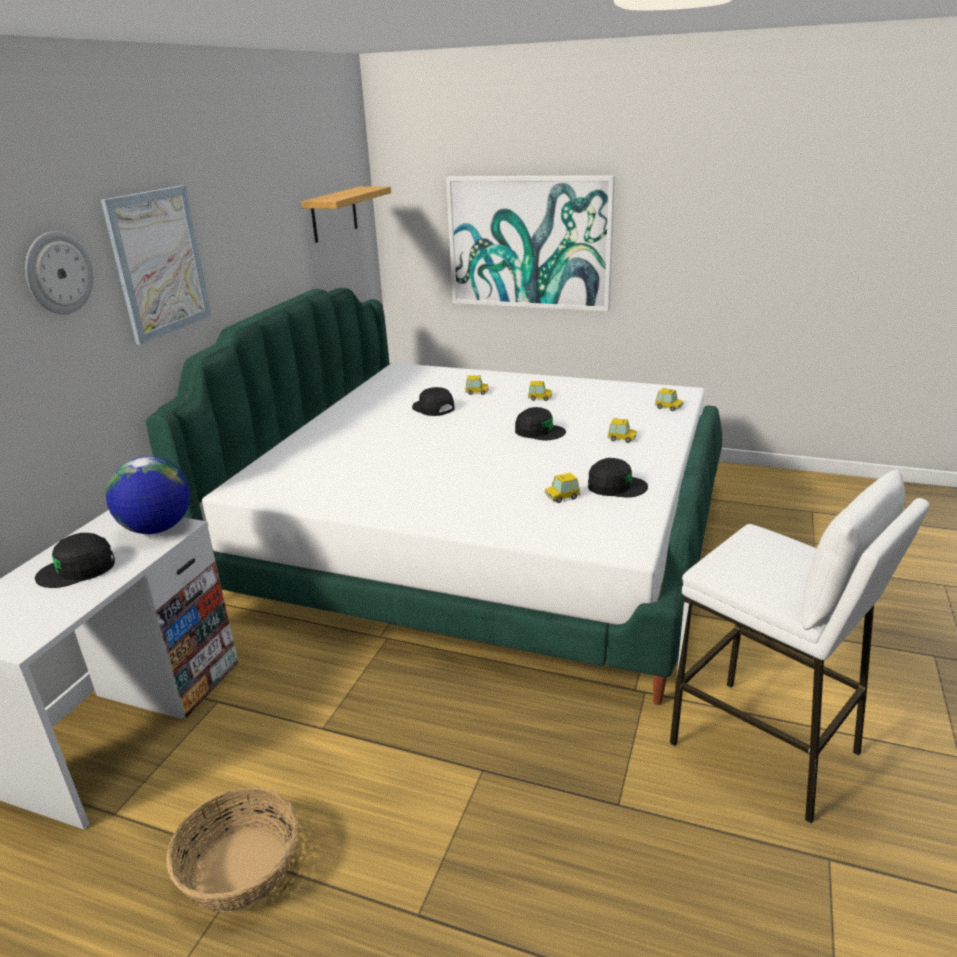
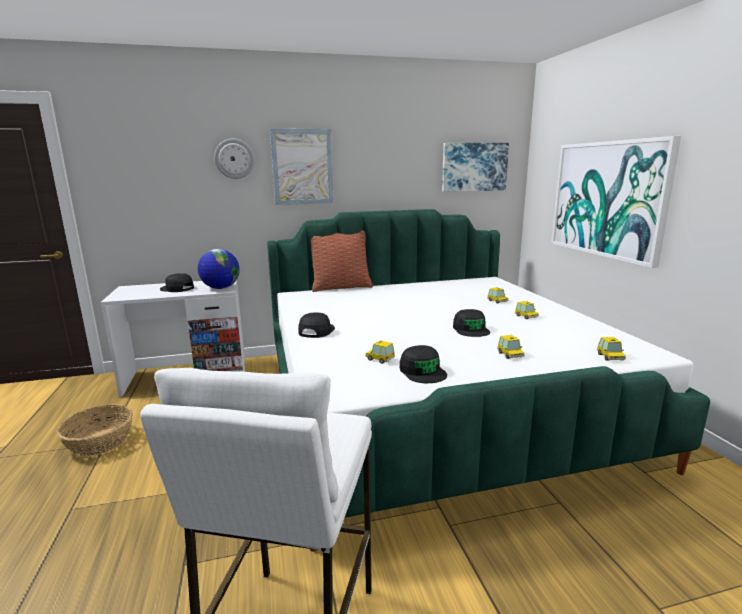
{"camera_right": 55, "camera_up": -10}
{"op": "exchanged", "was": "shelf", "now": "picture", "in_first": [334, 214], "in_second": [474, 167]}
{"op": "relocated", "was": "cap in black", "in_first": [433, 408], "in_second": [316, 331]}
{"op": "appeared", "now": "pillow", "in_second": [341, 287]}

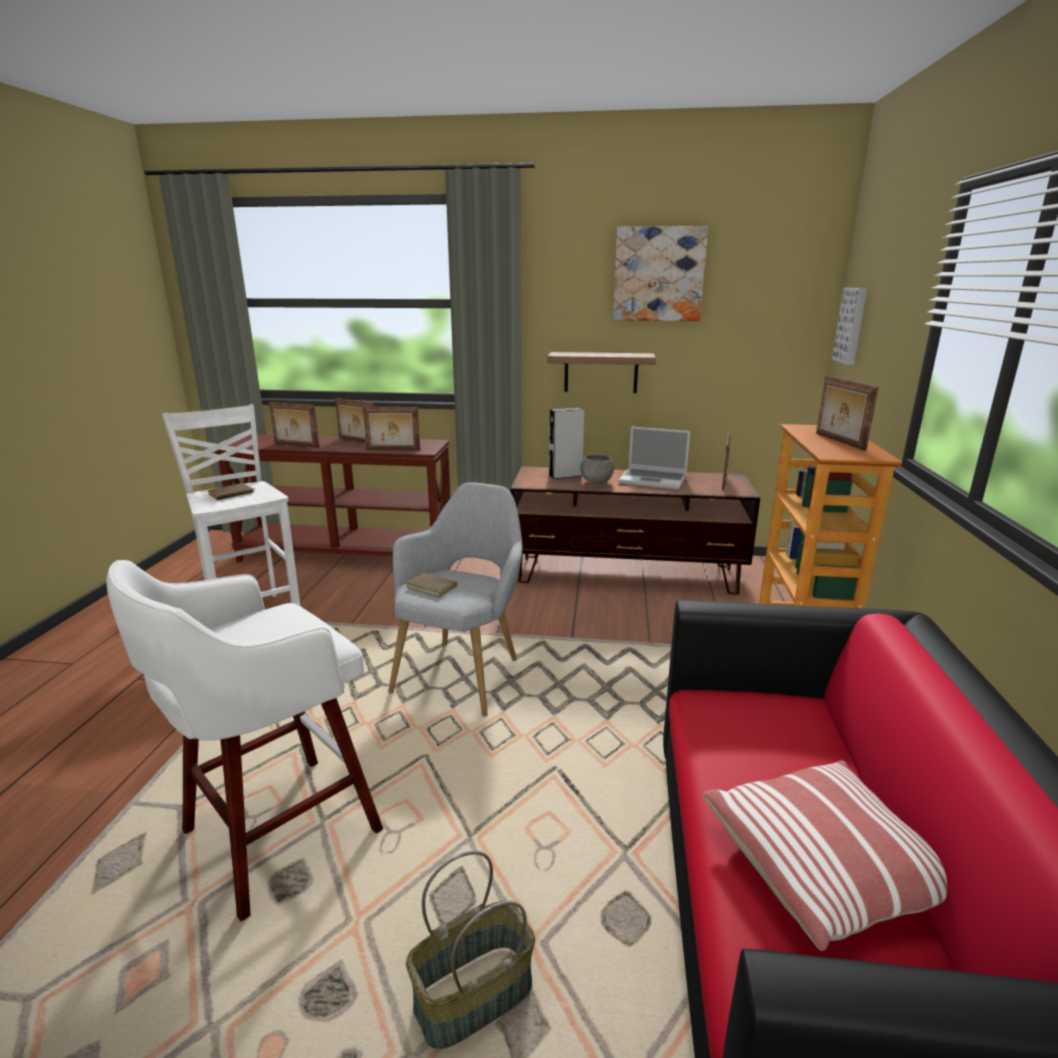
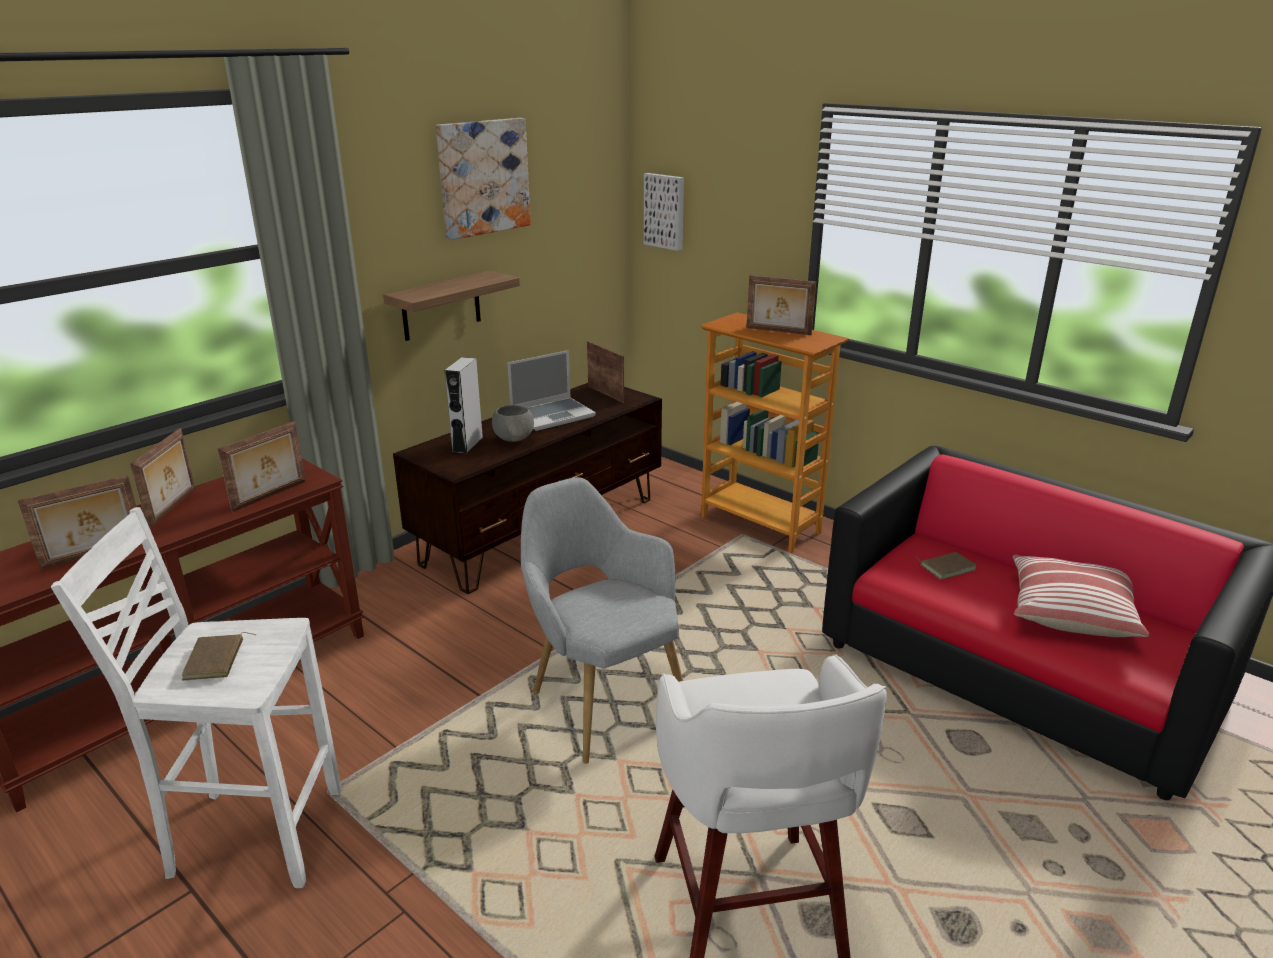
{"camera_right": -55, "camera_up": 5}
{"op": "spun", "was": "picture frame", "in_first": [357, 441], "in_second": [174, 507], "clockwise": -60}
{"op": "relocated", "was": "book in brown", "in_first": [433, 586], "in_second": [946, 567]}
{"op": "missing", "was": "basket", "in_first": [473, 999]}

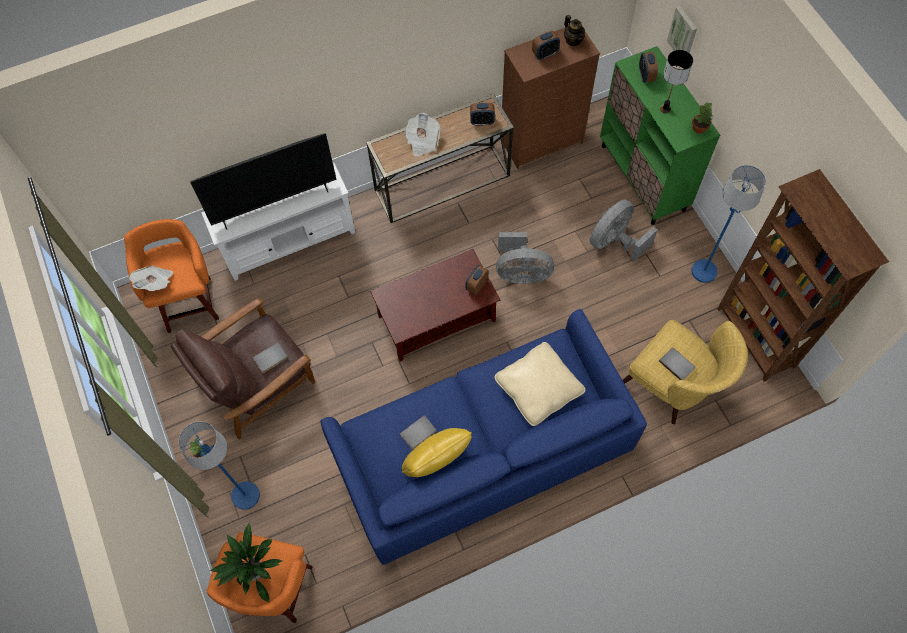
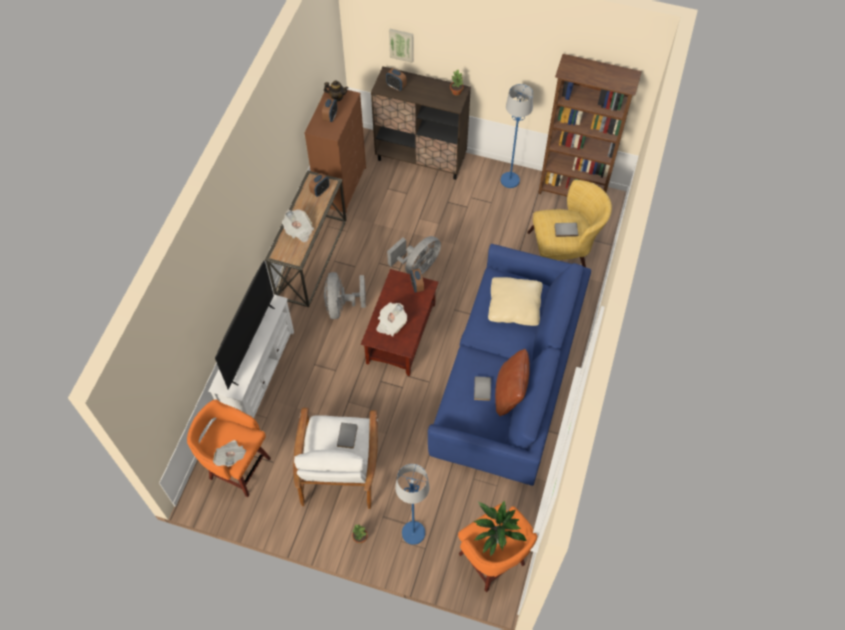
{"camera_right": -50, "camera_up": -5}
{"op": "colour", "was": "cabinet in green", "now": "cabinet in brown", "in_first": [643, 178], "in_second": [421, 159]}
{"op": "missing", "was": "table lamp", "in_first": [665, 109]}
{"op": "relocated", "was": "fan in grey", "in_first": [615, 242], "in_second": [341, 306]}
{"op": "colour", "was": "armchair in brown", "now": "armchair in white", "in_first": [256, 381], "in_second": [339, 467]}
{"op": "colour", "was": "pillow in yellow", "now": "pillow in brown", "in_first": [436, 462], "in_second": [510, 394]}
{"op": "appeared", "now": "newspaper", "in_second": [391, 323]}

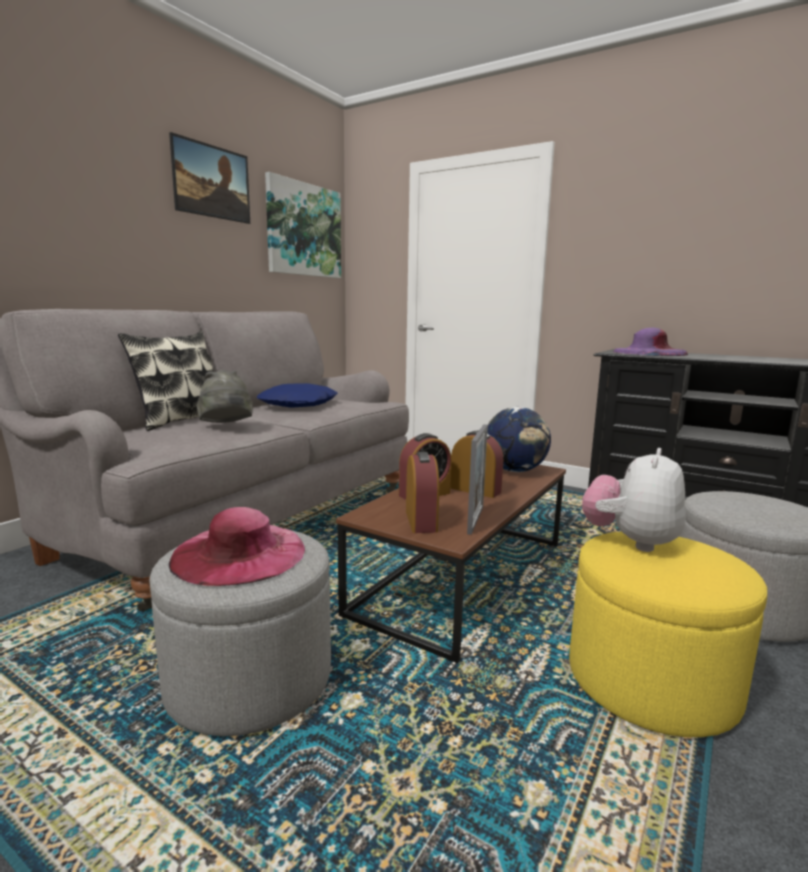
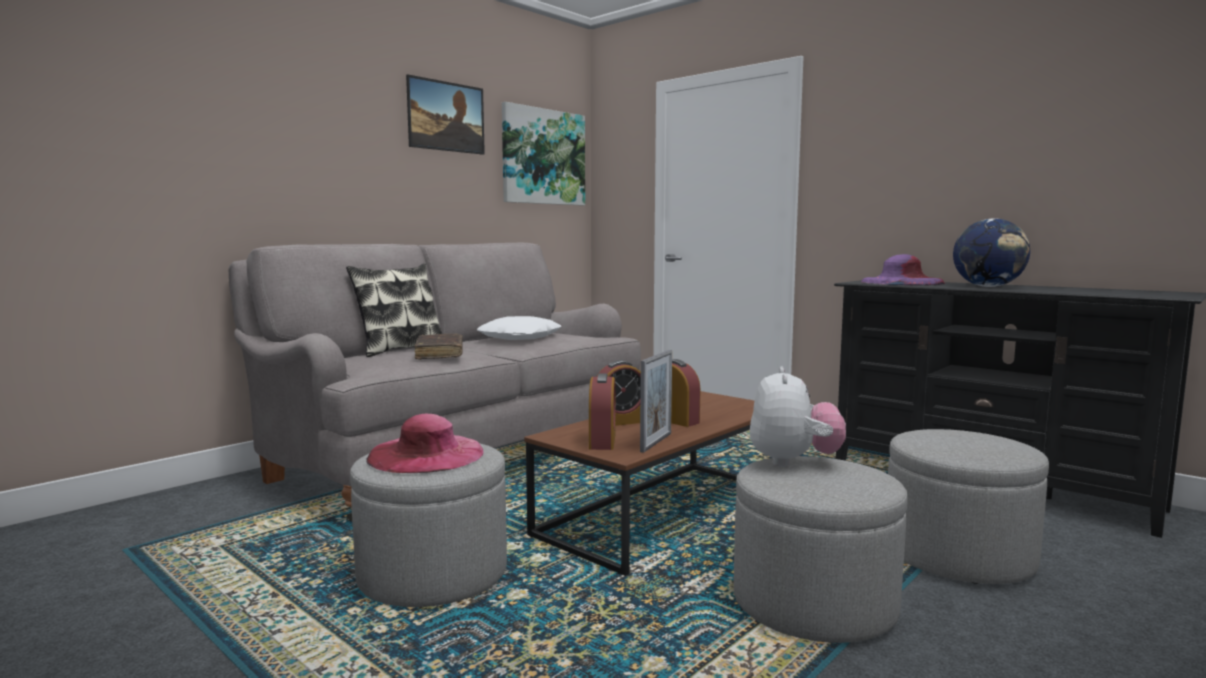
{"camera_right": 10, "camera_up": -5}
{"op": "exchanged", "was": "hat in grey", "now": "book in brown", "in_first": [226, 426], "in_second": [439, 354]}
{"op": "colour", "was": "pillow in blue", "now": "pillow in white", "in_first": [299, 404], "in_second": [520, 338]}
{"op": "relocated", "was": "globe", "in_first": [515, 470], "in_second": [988, 286]}
{"op": "spun", "was": "plush toy", "in_first": [630, 541], "in_second": [793, 462], "clockwise": 150}
{"op": "colour", "was": "ottoman in yellow", "now": "ottoman in grey", "in_first": [651, 681], "in_second": [813, 603]}

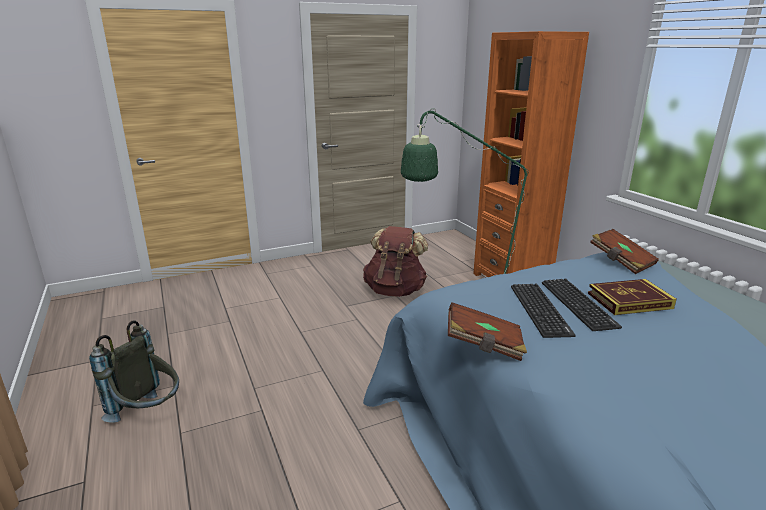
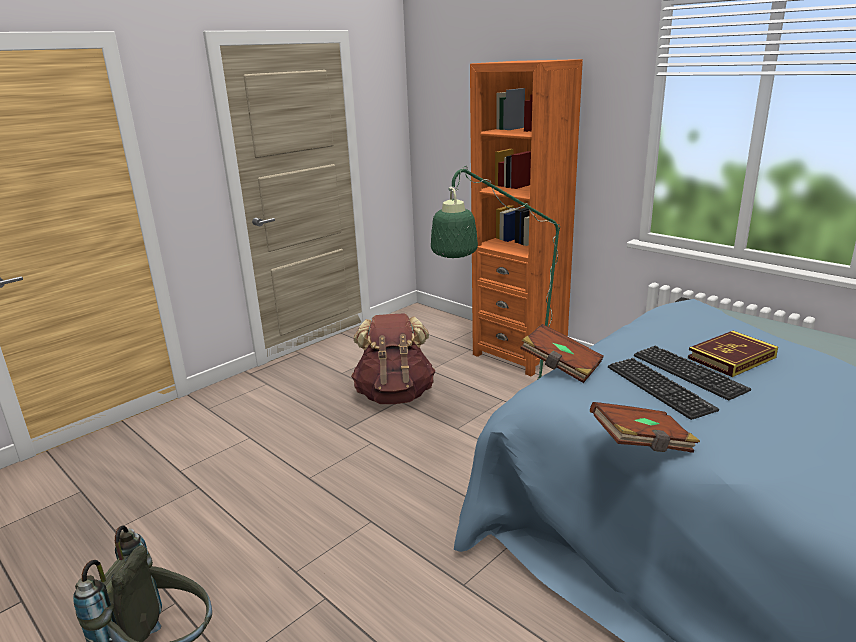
{"camera_right": -20, "camera_up": 0}
{"op": "relocated", "was": "book in brown", "in_first": [621, 261], "in_second": [560, 367]}

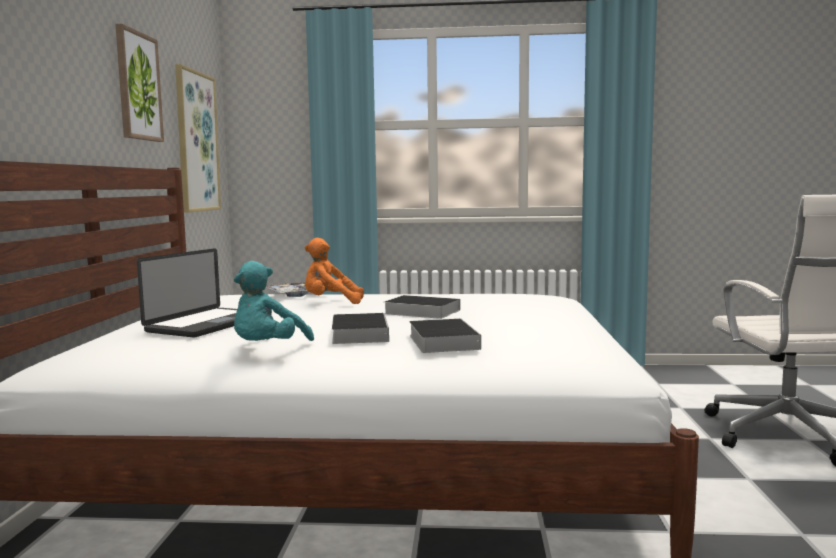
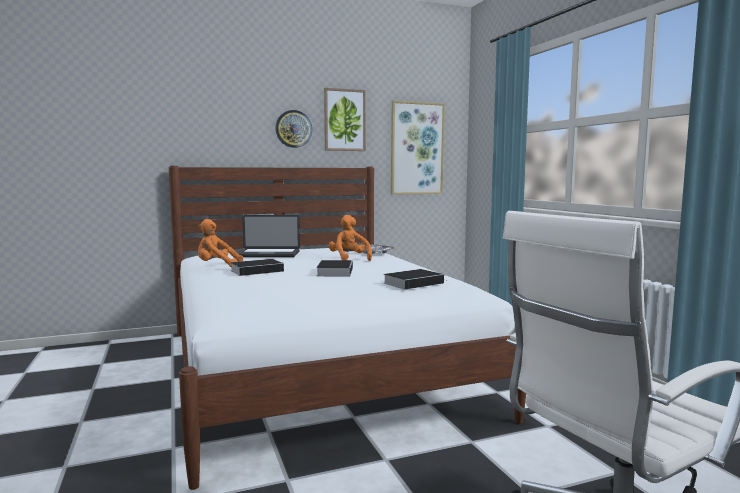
{"camera_right": 65, "camera_up": 0}
{"op": "colour", "was": "plush toy in turquoise", "now": "plush toy in orange", "in_first": [267, 349], "in_second": [217, 266]}
{"op": "relocated", "was": "book", "in_first": [442, 341], "in_second": [414, 283]}
{"op": "appeared", "now": "wall clock", "in_second": [293, 129]}

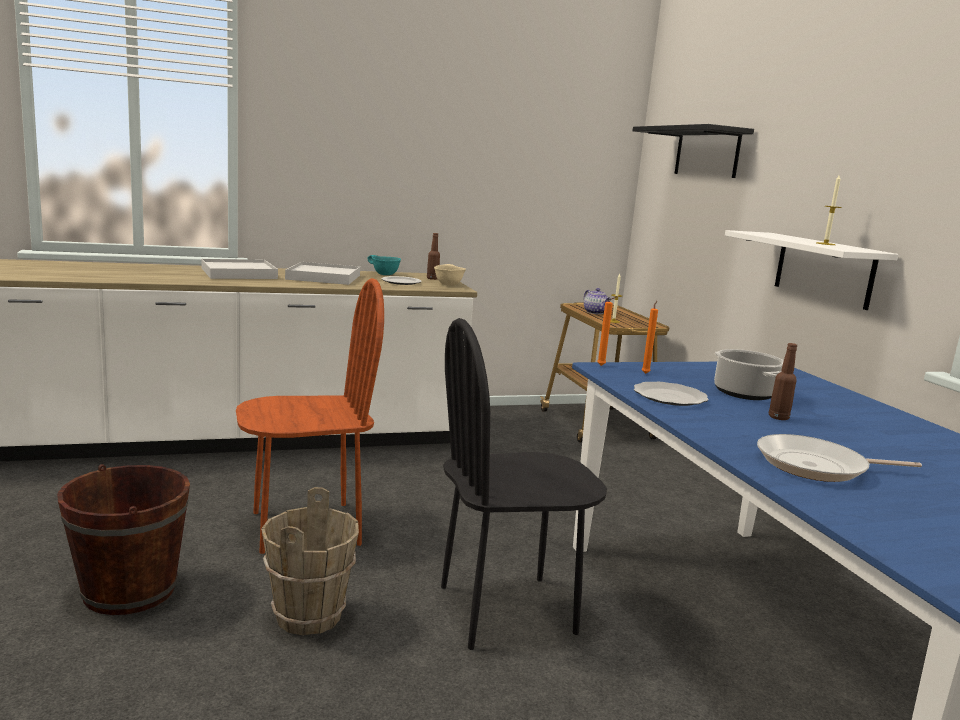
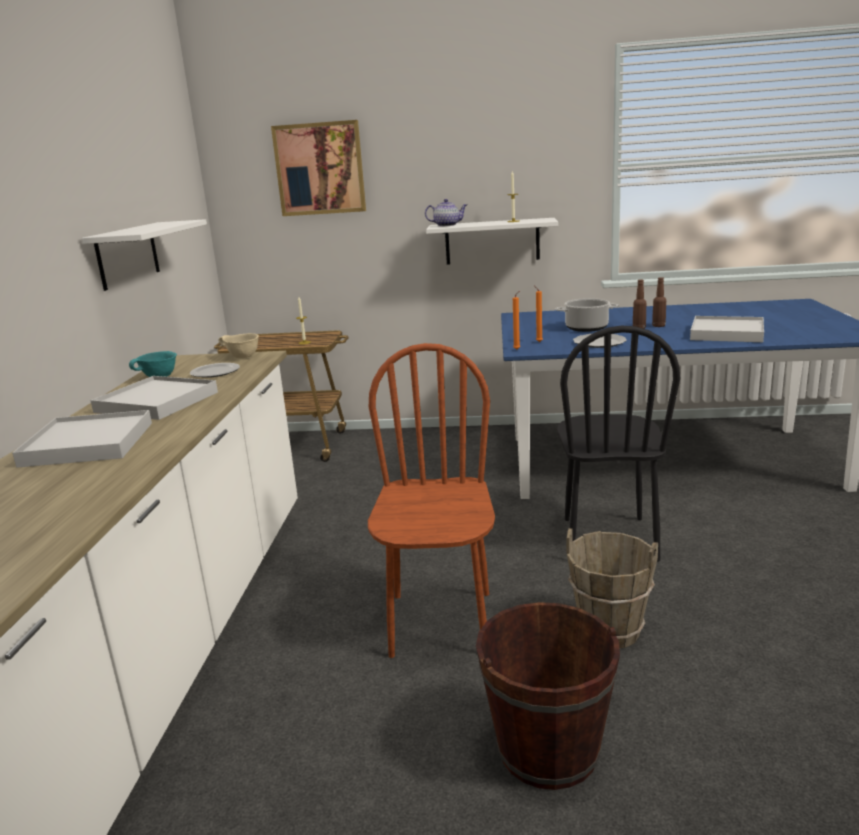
{"camera_right": -65, "camera_up": 5}
{"op": "exchanged", "was": "shelf in black", "now": "picture", "in_first": [707, 153], "in_second": [320, 169]}
{"op": "relocated", "was": "bottle in brown", "in_first": [432, 278], "in_second": [658, 326]}
{"op": "relocated", "was": "teapot", "in_first": [595, 312], "in_second": [447, 225]}
{"op": "exchanged", "was": "frying pan", "now": "tray in white", "in_first": [817, 466], "in_second": [727, 333]}
{"op": "appeared", "now": "shelf in white", "in_second": [128, 255]}

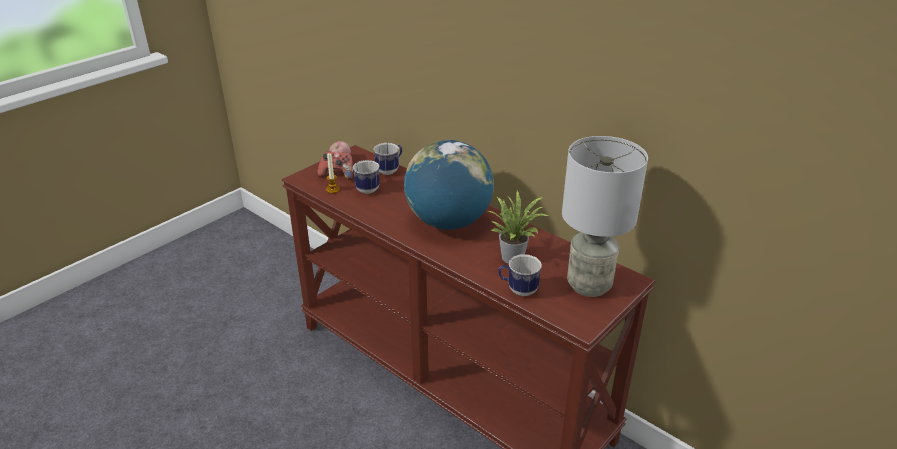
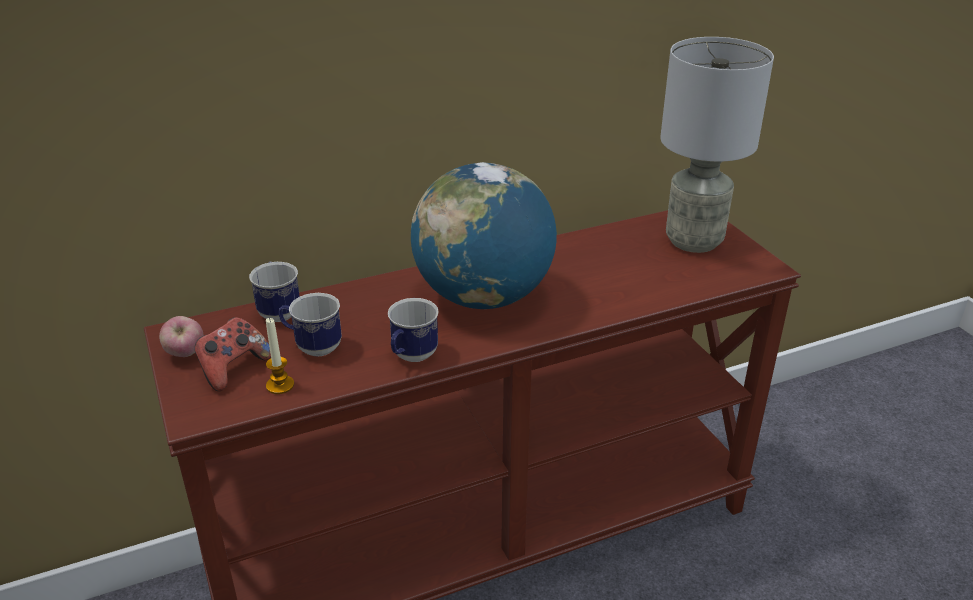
{"camera_right": -65, "camera_up": 0}
{"op": "missing", "was": "potted plant", "in_first": [513, 256]}
{"op": "relocated", "was": "mug", "in_first": [518, 290], "in_second": [411, 357]}

